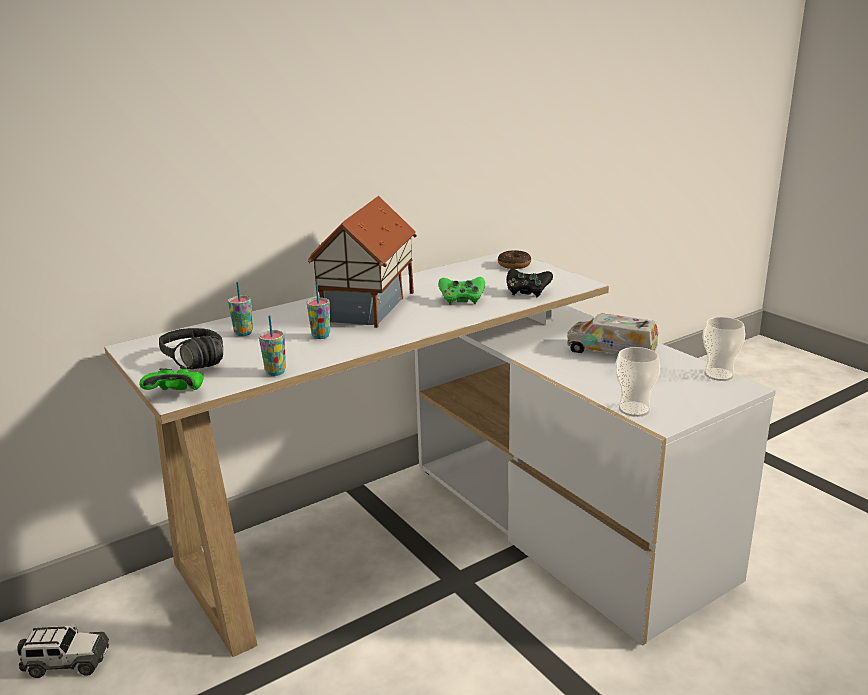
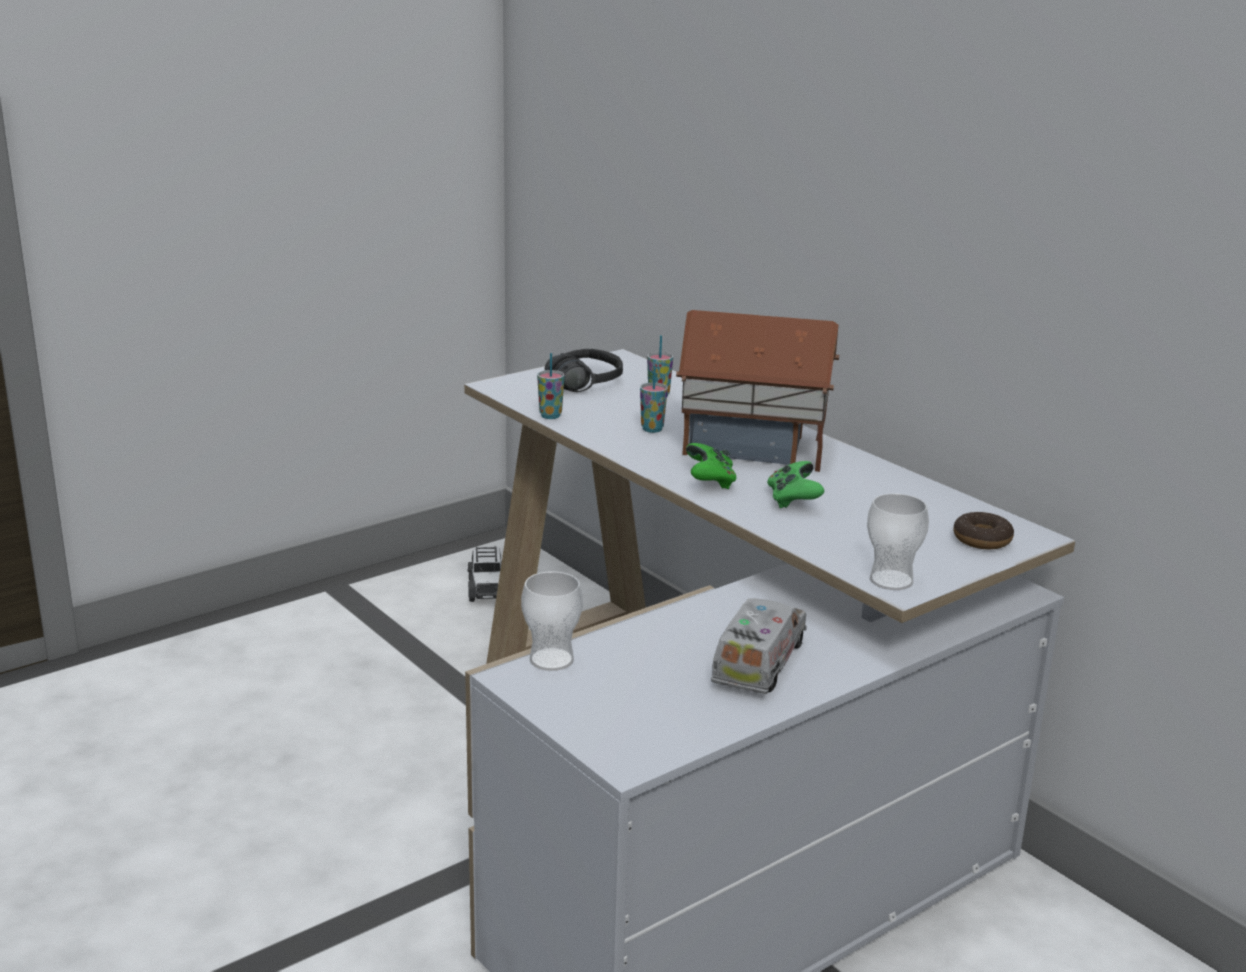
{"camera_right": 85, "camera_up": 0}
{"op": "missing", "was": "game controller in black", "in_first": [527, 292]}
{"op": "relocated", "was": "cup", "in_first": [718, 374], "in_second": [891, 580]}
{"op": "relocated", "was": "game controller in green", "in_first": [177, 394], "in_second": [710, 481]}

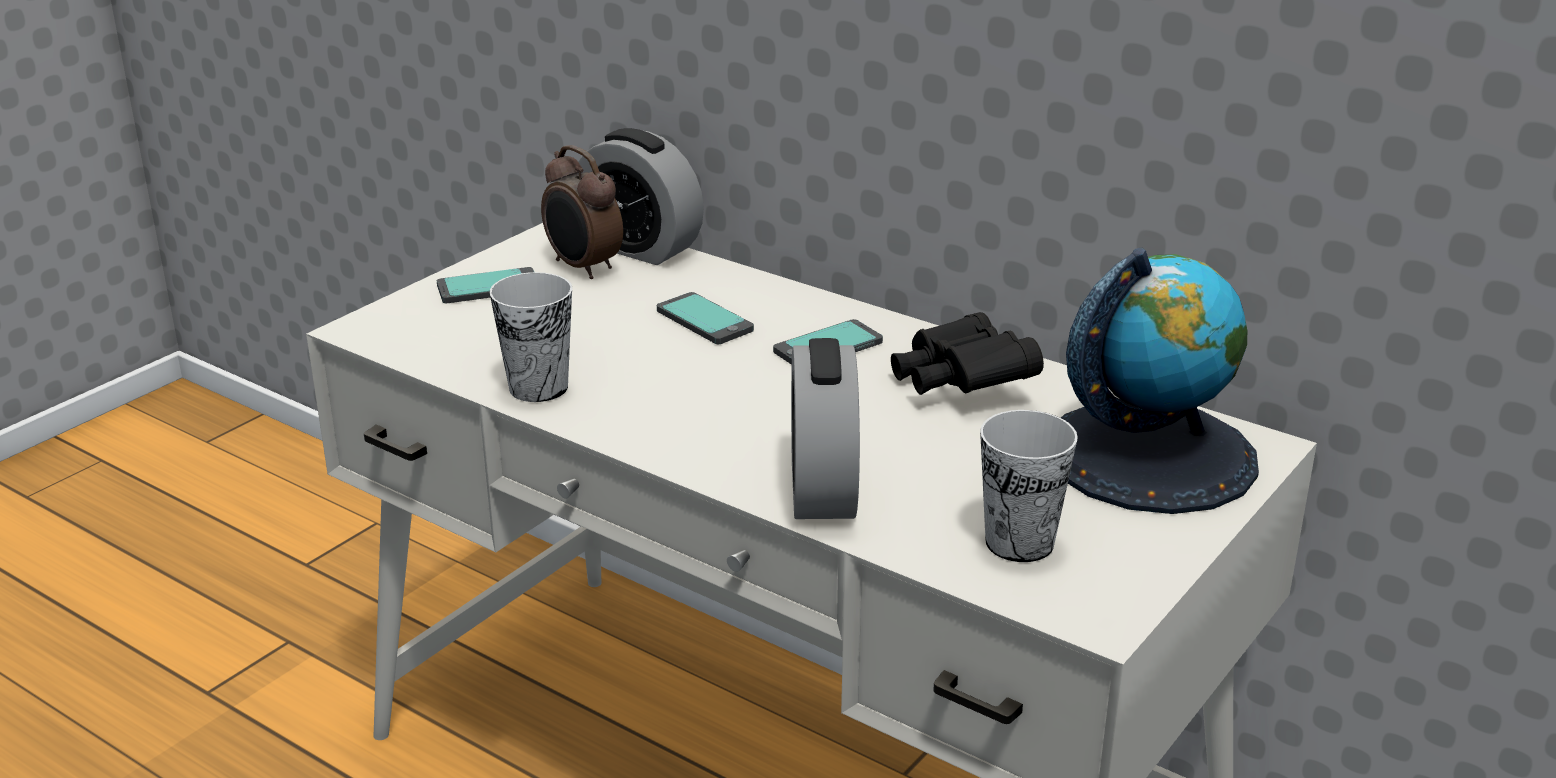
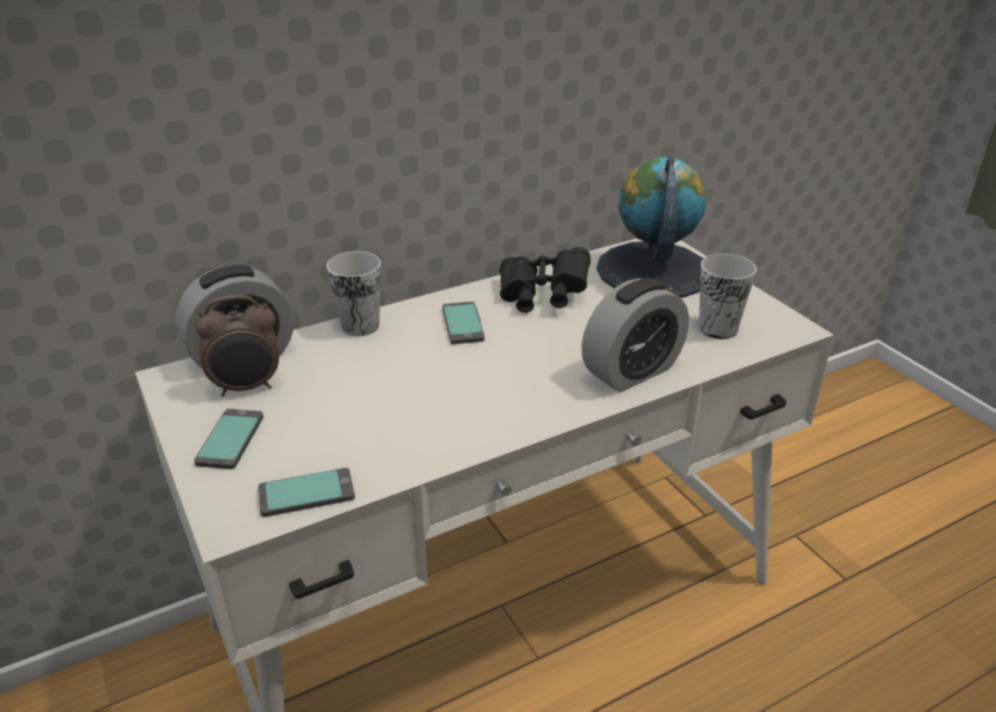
{"camera_right": -65, "camera_up": 5}
{"op": "relocated", "was": "cup", "in_first": [538, 387], "in_second": [360, 326]}
{"op": "relocated", "was": "phone", "in_first": [705, 320], "in_second": [306, 493]}
{"op": "spun", "was": "alarm clock", "in_first": [822, 489], "in_second": [632, 371], "clockwise": -60}

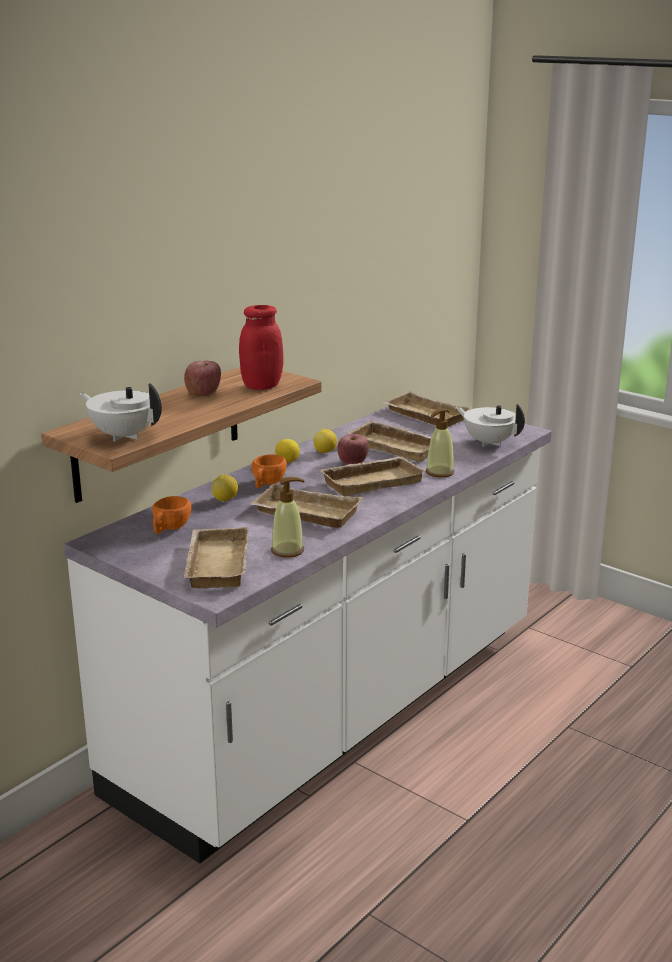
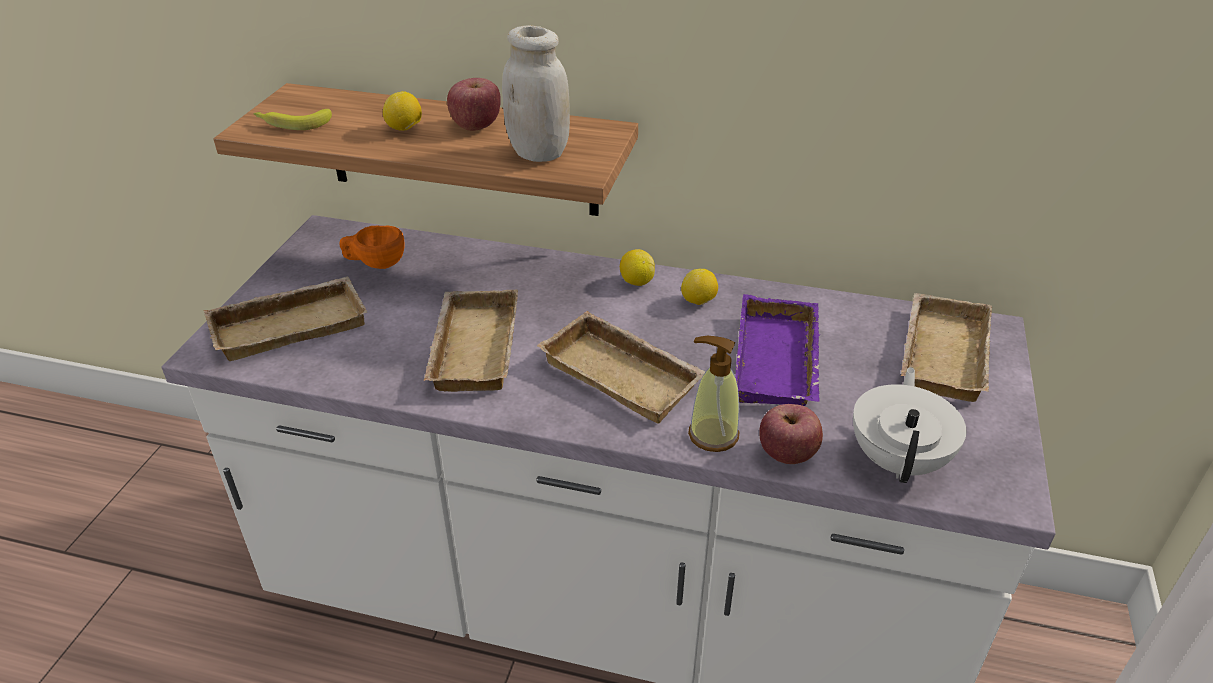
{"camera_right": 65, "camera_up": 15}
{"op": "colour", "was": "jar in red", "now": "jar in white", "in_first": [261, 386], "in_second": [538, 153]}
{"op": "exchanged", "was": "teapot in white", "now": "banana", "in_first": [123, 435], "in_second": [292, 123]}
{"op": "colour", "was": "tray in beige", "now": "tray in purple", "in_first": [398, 447], "in_second": [780, 362]}
{"op": "relocated", "was": "apple", "in_first": [353, 463], "in_second": [787, 454]}
{"op": "missing", "was": "cup in orange", "in_first": [267, 484]}
{"op": "relocated", "was": "lemon", "in_first": [225, 499], "in_second": [405, 129]}
{"op": "missing", "was": "soap dispenser", "in_first": [288, 550]}

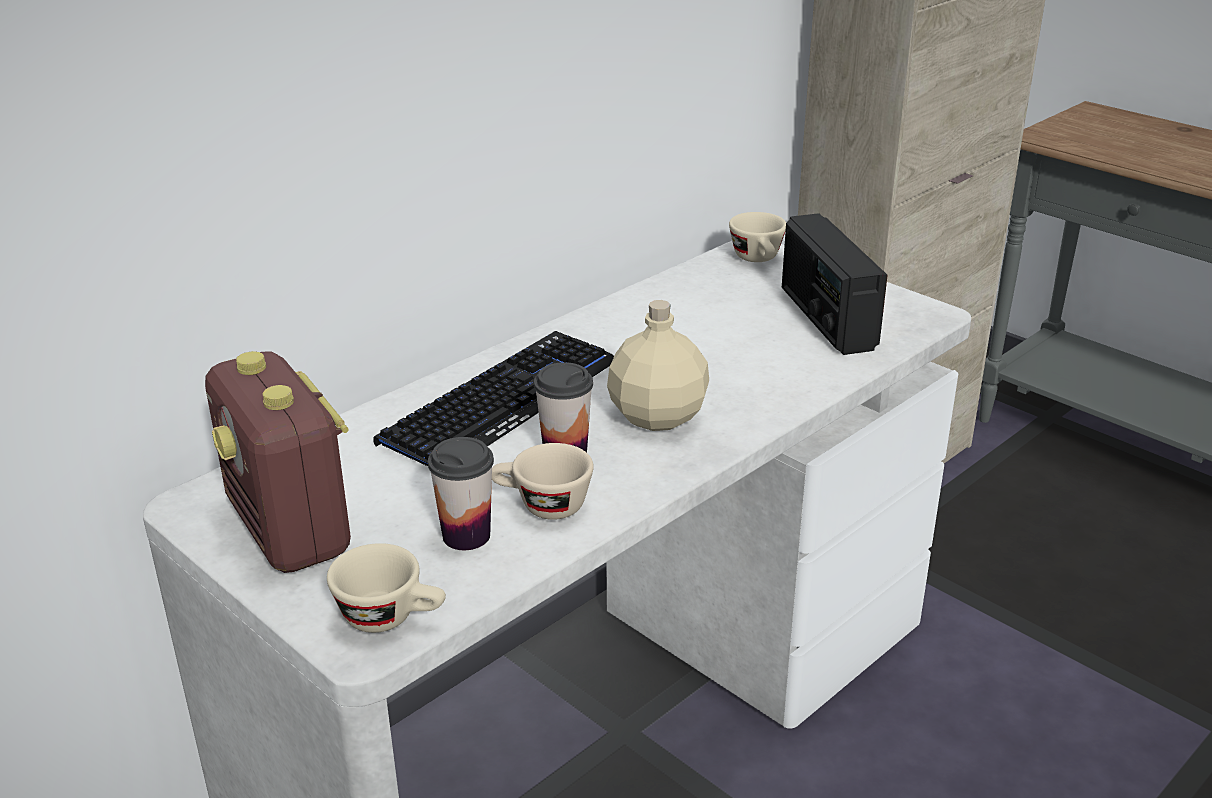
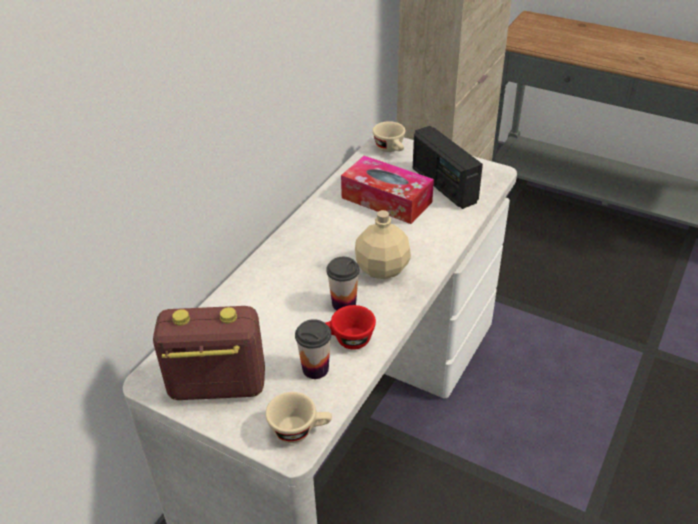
{"camera_right": -15, "camera_up": 10}
{"op": "missing", "was": "keyboard", "in_first": [502, 402]}
{"op": "spun", "was": "radio", "in_first": [290, 530], "in_second": [216, 386], "clockwise": 135}
{"op": "colour", "was": "cup in beige", "now": "cup in red", "in_first": [542, 506], "in_second": [347, 341]}
{"op": "appeared", "now": "tissue box", "in_second": [386, 200]}

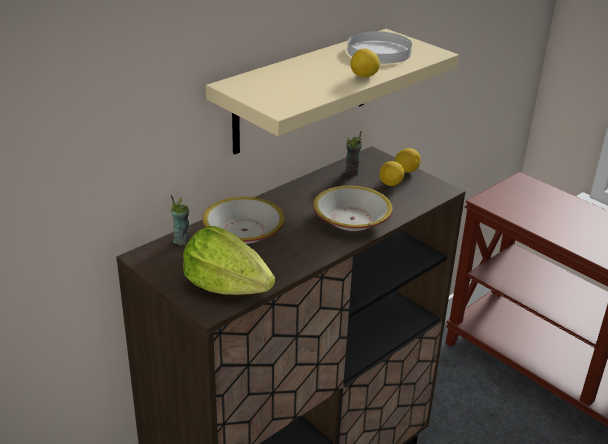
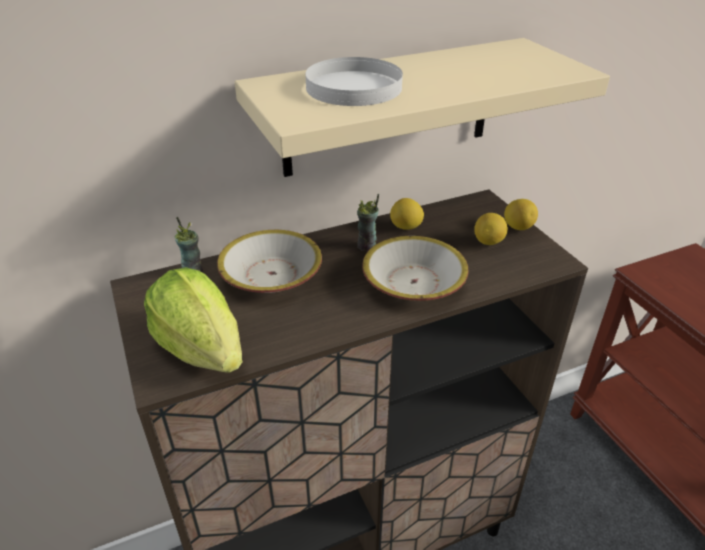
{"camera_right": 20, "camera_up": 5}
{"op": "relocated", "was": "plate in white", "in_first": [378, 52], "in_second": [353, 87]}
{"op": "relocated", "was": "lemon", "in_first": [364, 76], "in_second": [406, 227]}
{"op": "relocated", "was": "cup", "in_first": [352, 172], "in_second": [367, 246]}

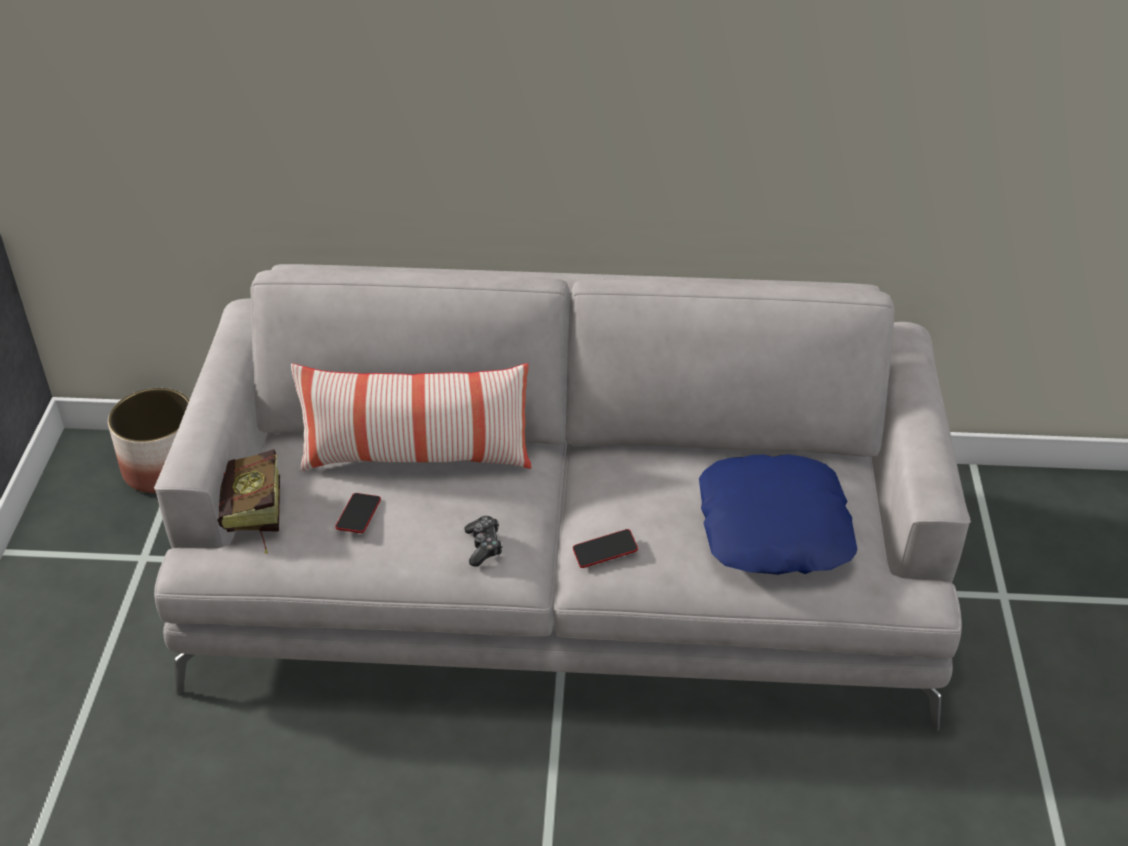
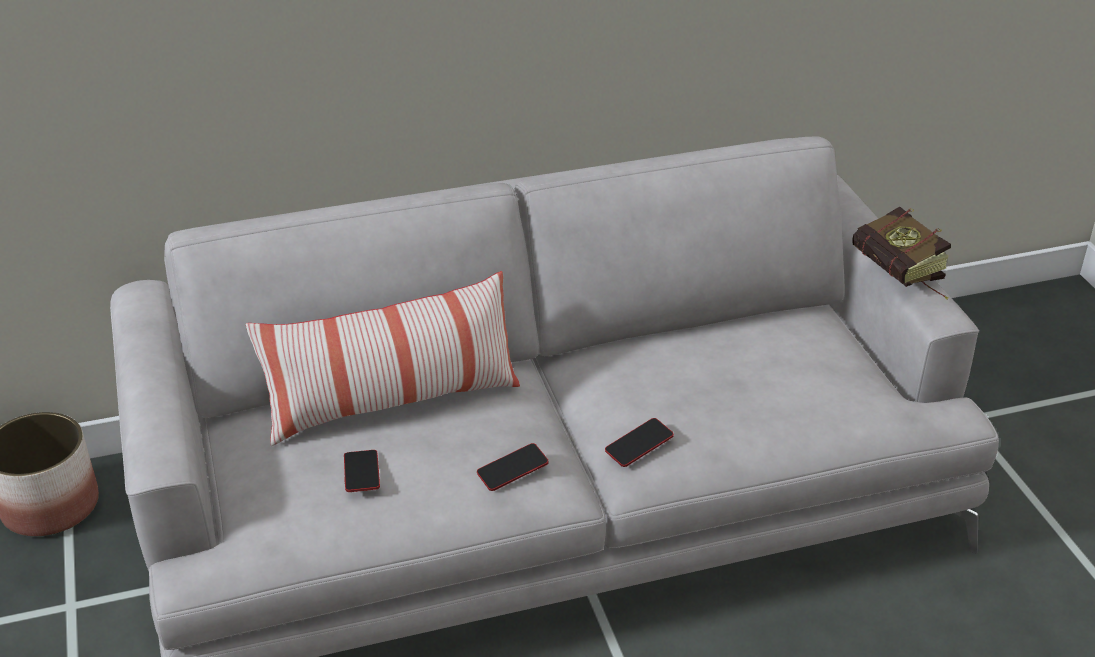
{"camera_right": -20, "camera_up": -5}
{"op": "relocated", "was": "book", "in_first": [253, 519], "in_second": [903, 277]}
{"op": "missing", "was": "pillow in blue", "in_first": [775, 527]}
{"op": "exchanged", "was": "game controller", "now": "phone", "in_first": [484, 546], "in_second": [512, 471]}

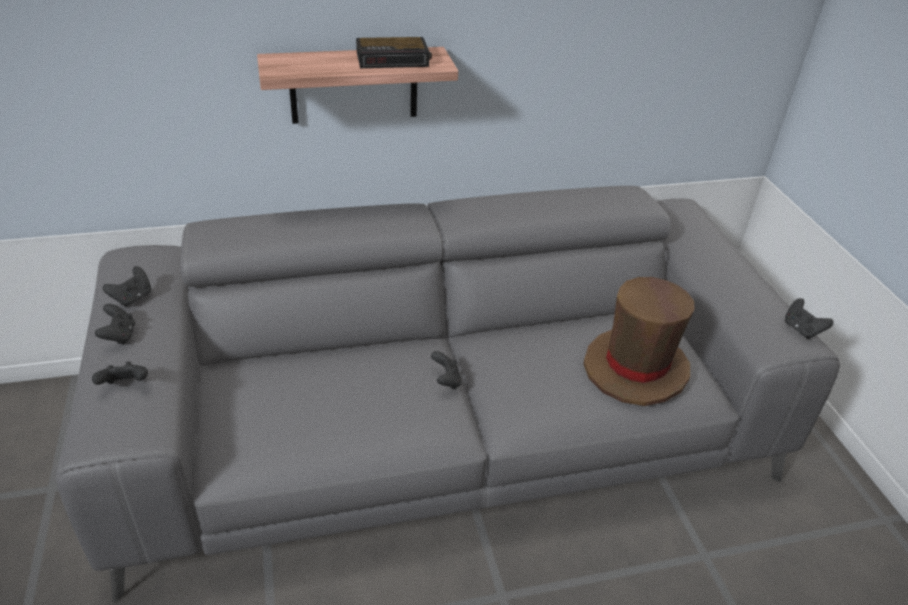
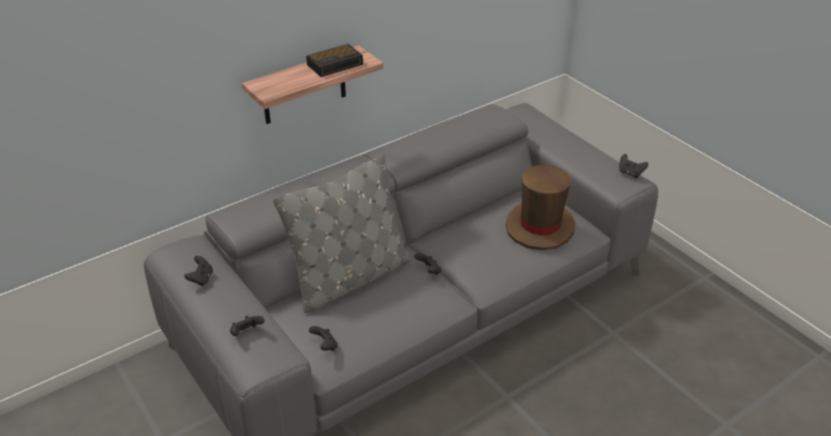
{"camera_right": -20, "camera_up": 0}
{"op": "relocated", "was": "game controller in black", "in_first": [119, 336], "in_second": [325, 346]}
{"op": "appeared", "now": "pillow in grey", "in_second": [349, 278]}

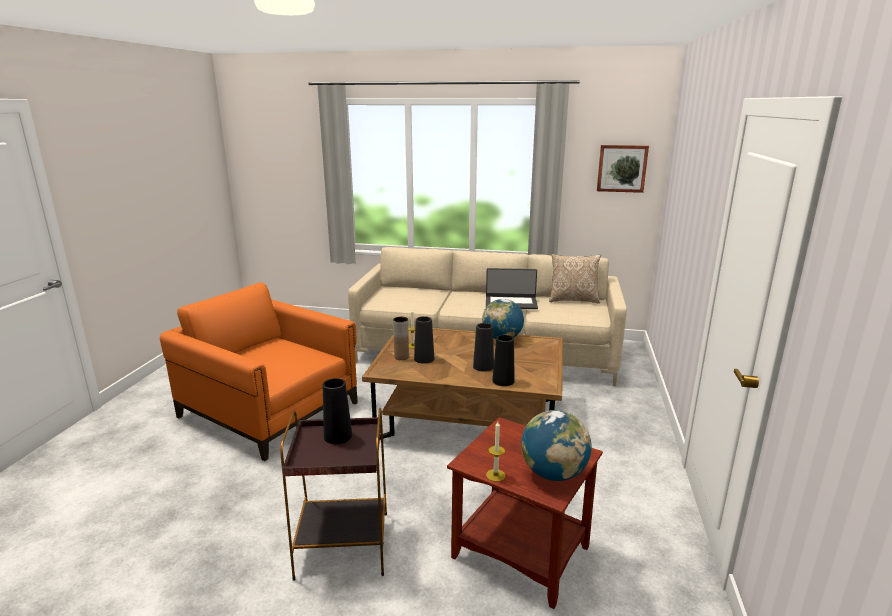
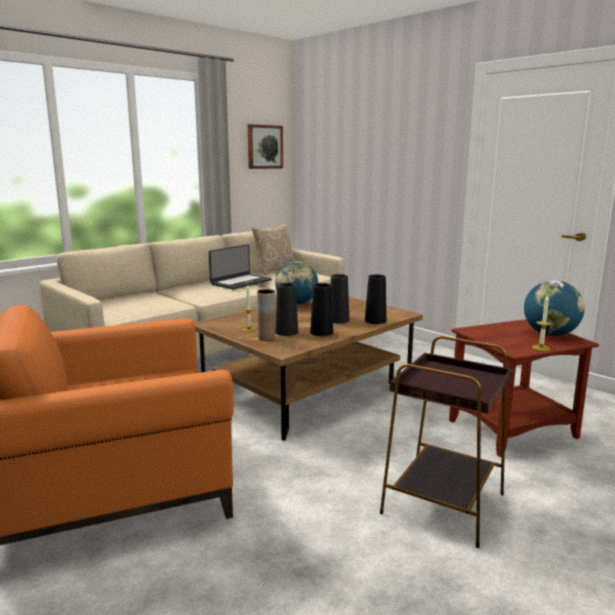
{"camera_right": -55, "camera_up": -5}
{"op": "relocated", "was": "vase in black", "in_first": [338, 436], "in_second": [321, 332]}

